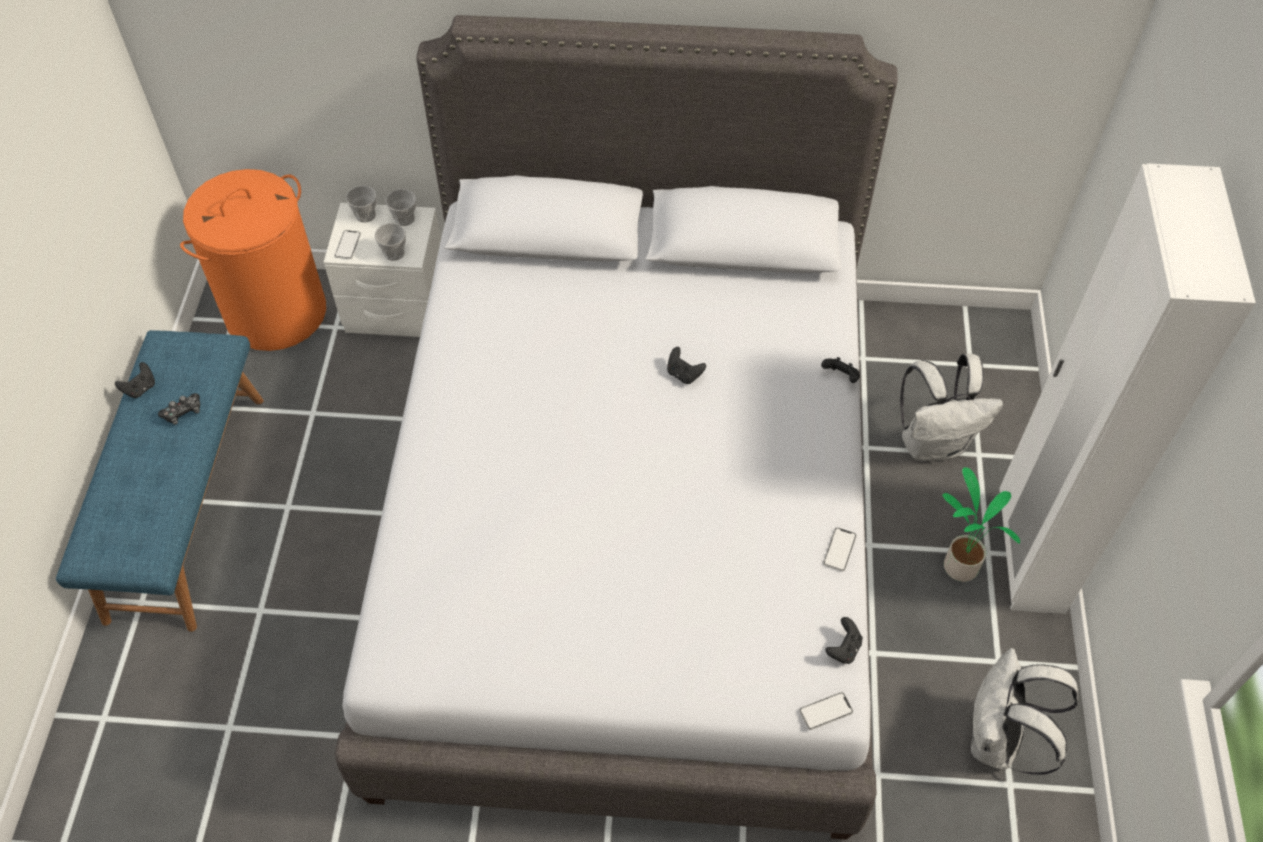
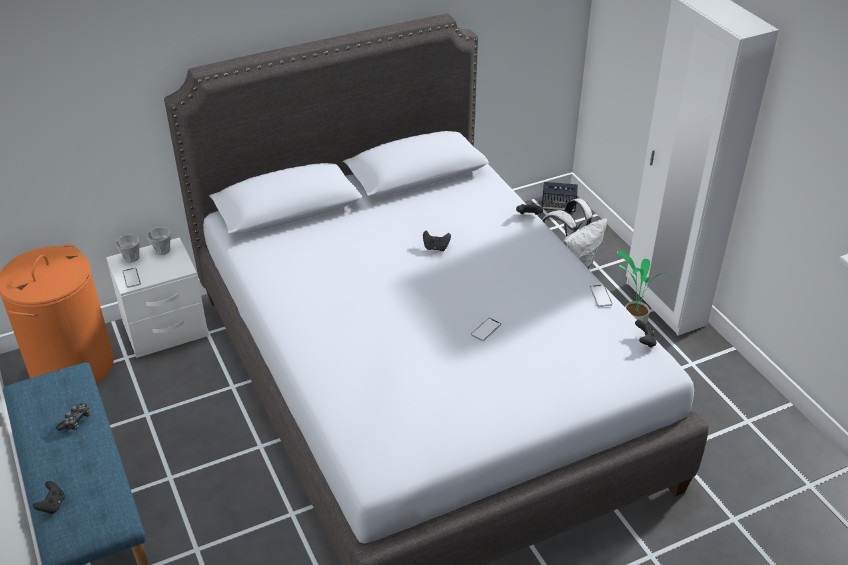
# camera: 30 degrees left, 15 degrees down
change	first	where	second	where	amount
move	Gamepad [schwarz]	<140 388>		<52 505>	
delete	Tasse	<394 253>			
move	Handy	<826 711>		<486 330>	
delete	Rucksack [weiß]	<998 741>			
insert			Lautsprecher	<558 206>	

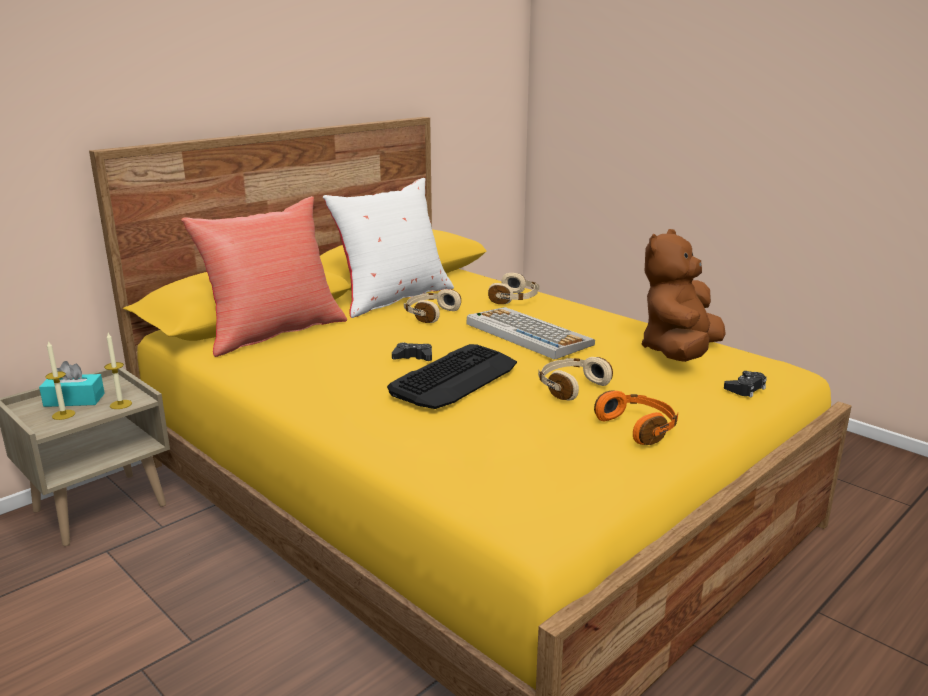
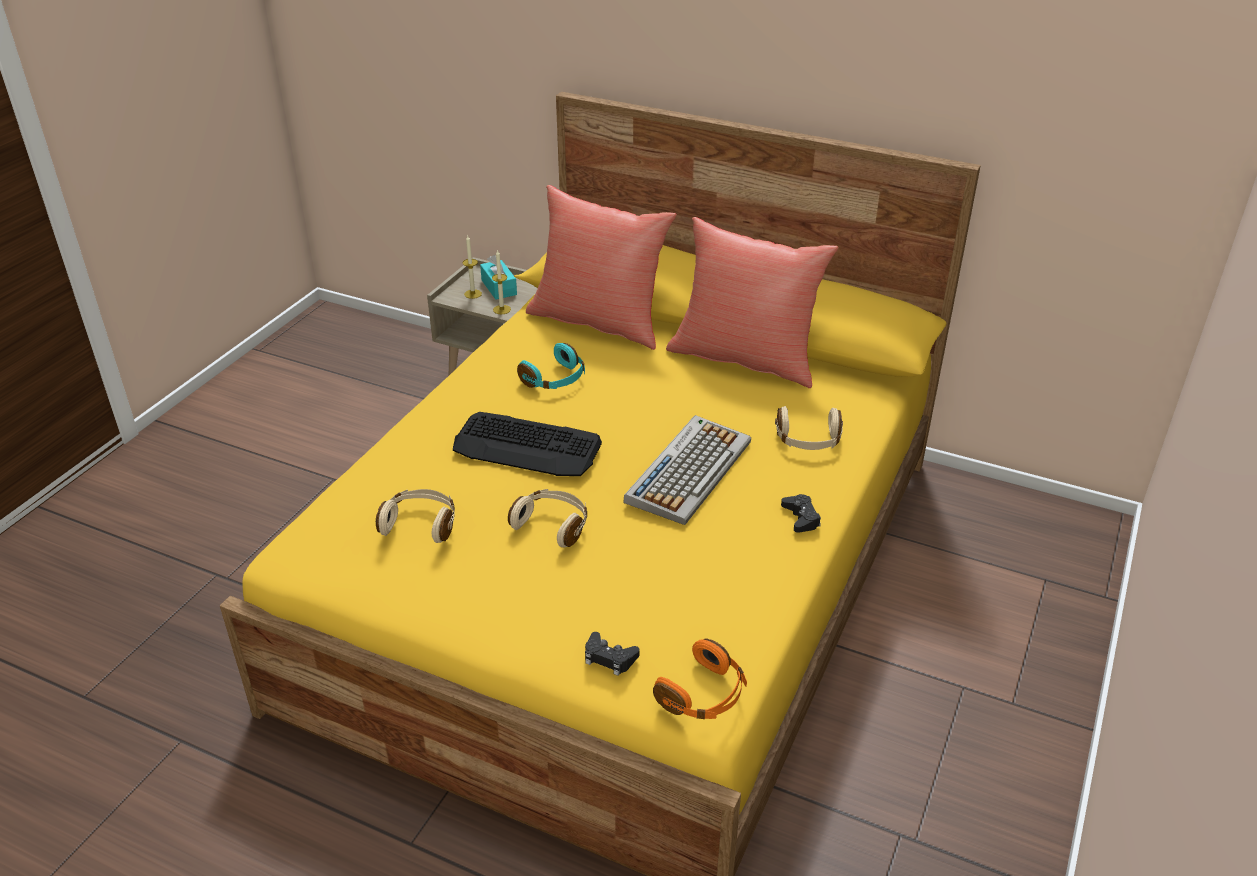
# camera: 70 degrees right, 15 degrees up
change	first	where	second	where	amount
recolor	Kissen [weiß]	<393 298>	Kissen [rot]	<745 358>	
move	Gamepad [schwarz]	<413 357>		<801 518>	
move	Kopfhörer [beige]	<430 314>		<420 524>	
move	Kopfhörer [orange]	<638 427>		<703 695>	
delete	Plüschtier [braun]	<679 353>			
insert			Kopfhörer [türkis]	<555 380>	

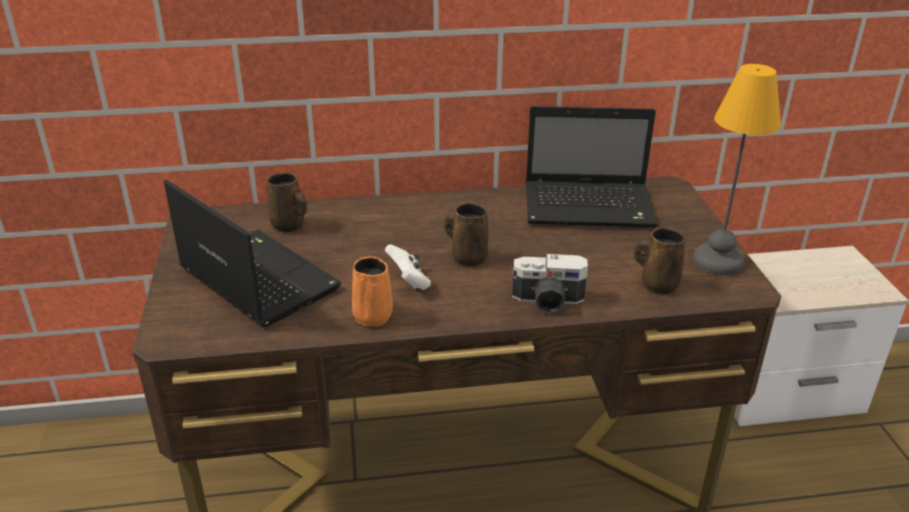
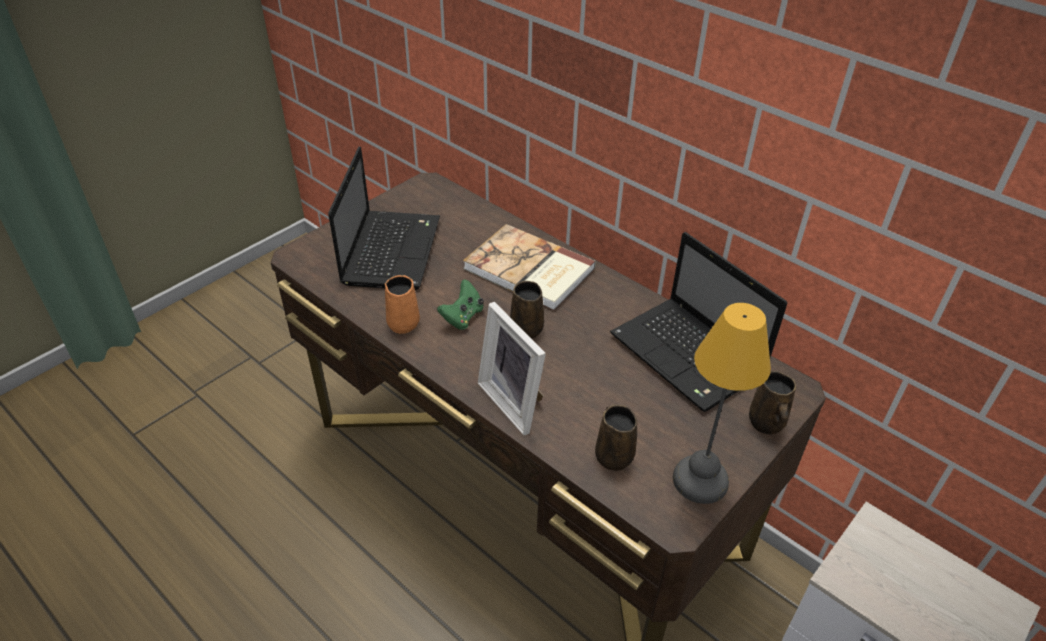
# camera: 50 degrees right, 10 degrees up
change	first	where	second	where	amount
move	Henkelbecher [braun]	<289 226>		<767 424>	
recolor	Gamepad [weiß]	<409 281>	Gamepad [grün]	<462 317>	
replace	Kamera	<548 301>	Bilderrahmen	<516 401>	
insert			Buch	<528 270>	

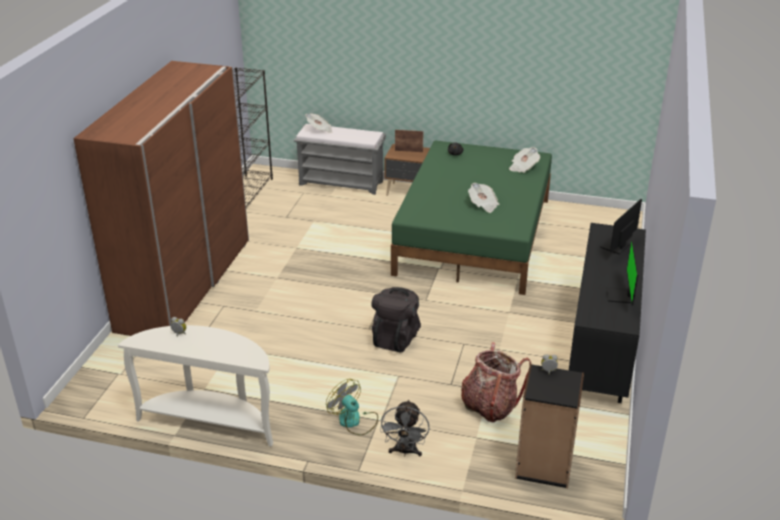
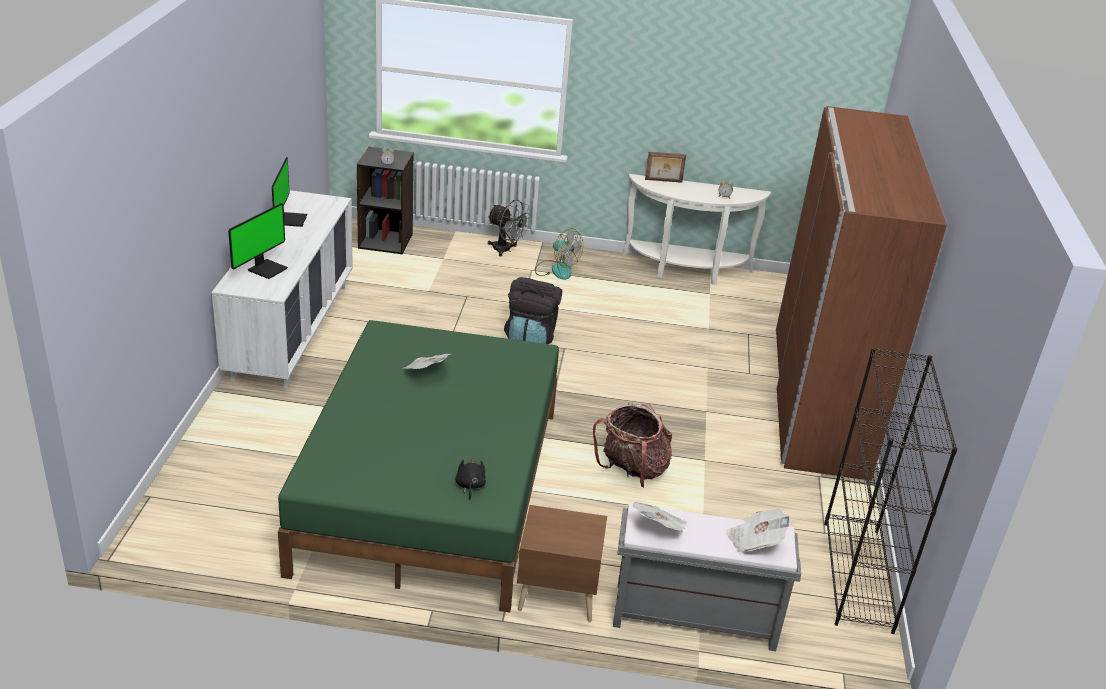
# camera: 170 degrees right, 0 degrees up
change	first	where	second	where	amount
rotate	Ventilator [grau]	<405 452>		<506 250>	120 degrees clockwise
move	Bilderrahmen	<409 151>		<663 181>	
move	Rucksack	<490 406>		<632 470>	
move	Zeitung	<523 167>		<660 528>	
recolor	Kommode [schwarz]	<601 346>	Kommode [weiß]	<292 330>	

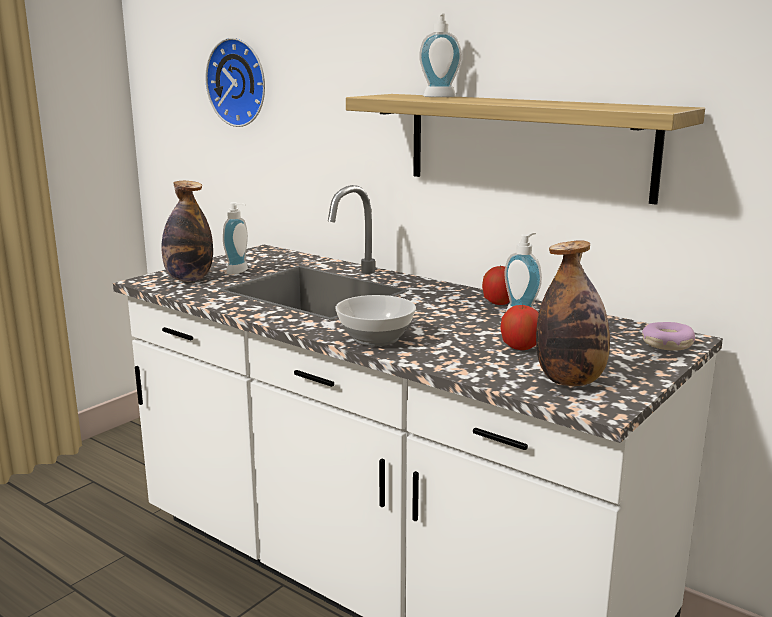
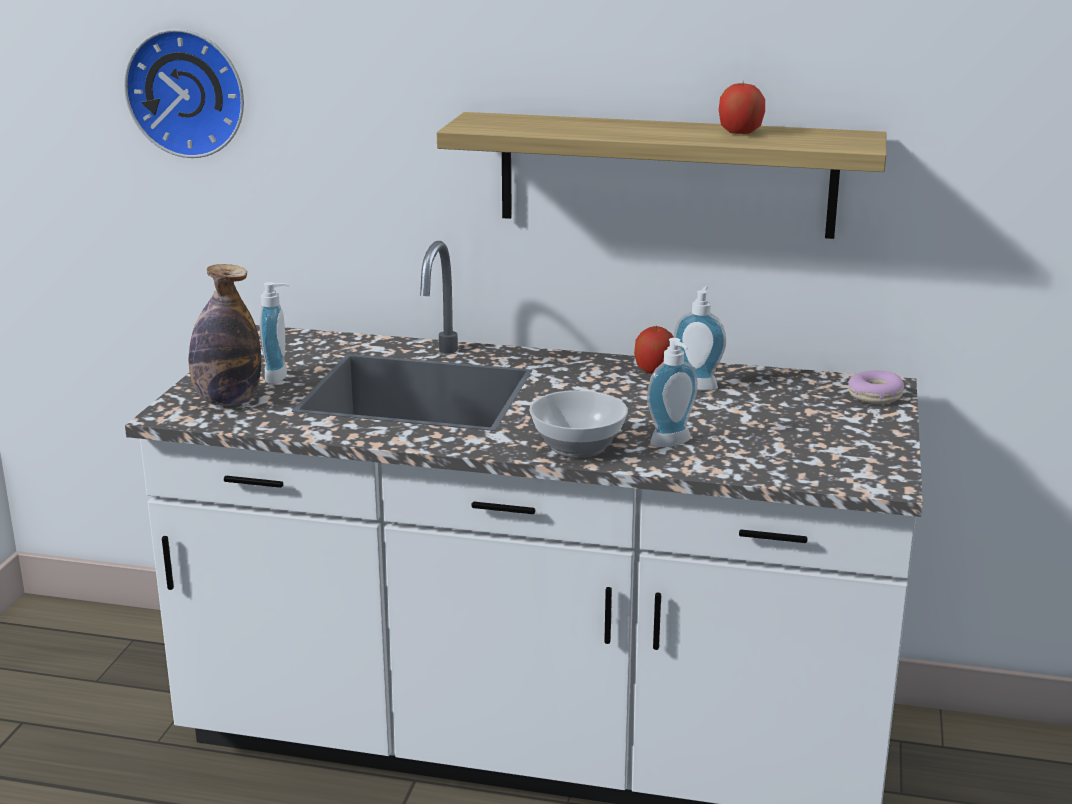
# camera: 25 degrees left, 5 degrees up
change	first	where	second	where	amount
move	Seifenspender	<440 97>		<673 443>	
move	Apfel	<520 347>		<740 133>	
delete	Flasche	<570 381>			

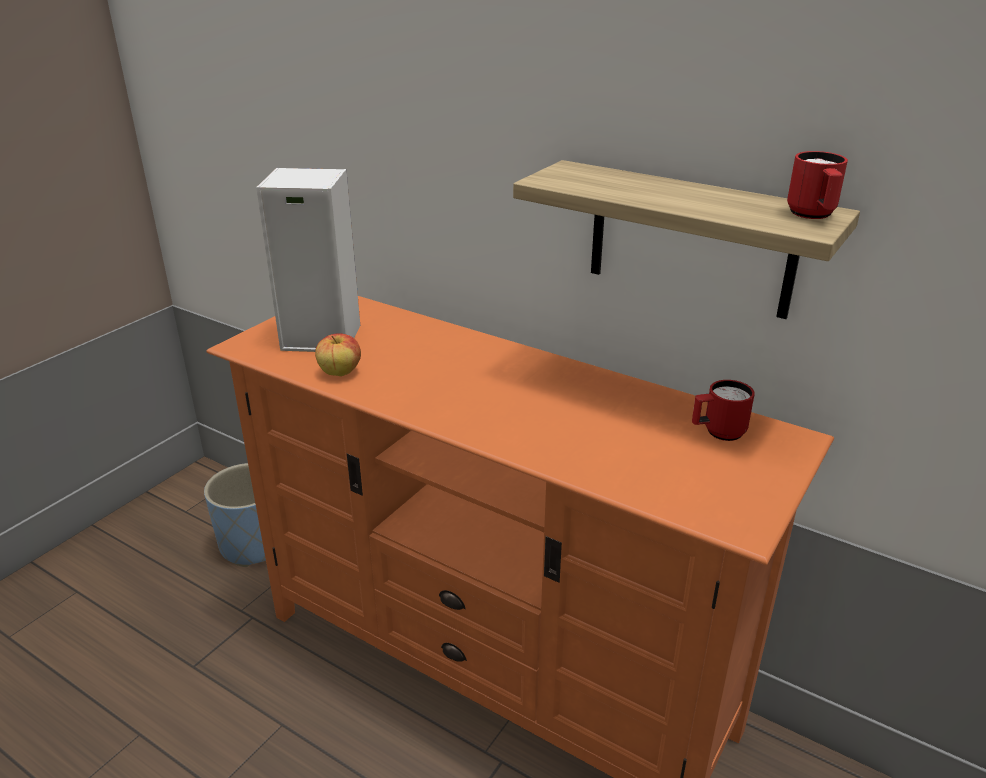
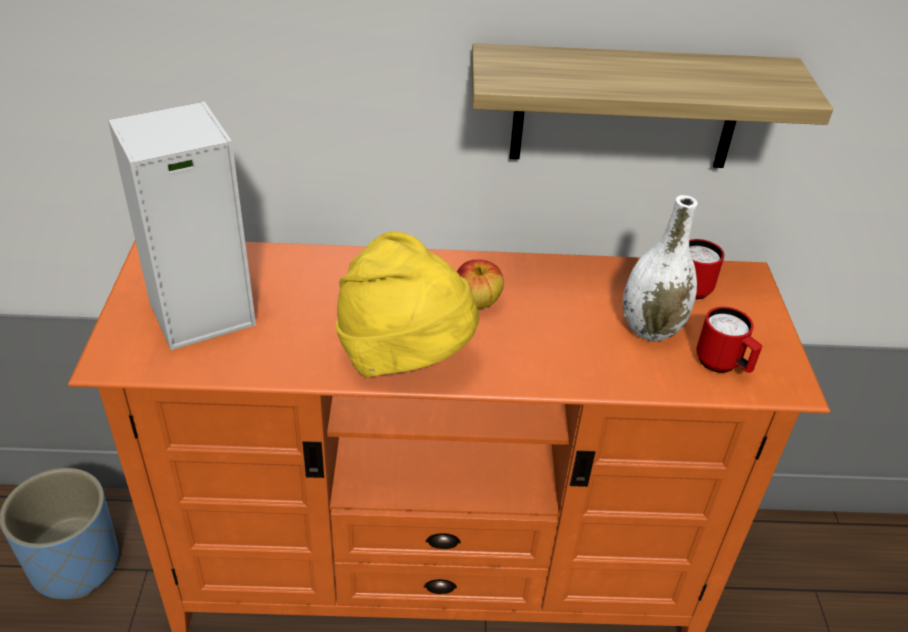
# camera: 35 degrees left, 10 degrees up
change	first	where	second	where	amount
move	Apfel	<340 372>		<476 302>	
move	Henkelbecher [rot]	<813 216>		<723 365>	
insert			Hut [gelb]	<405 357>	
insert			Vase [weiß]	<650 328>	

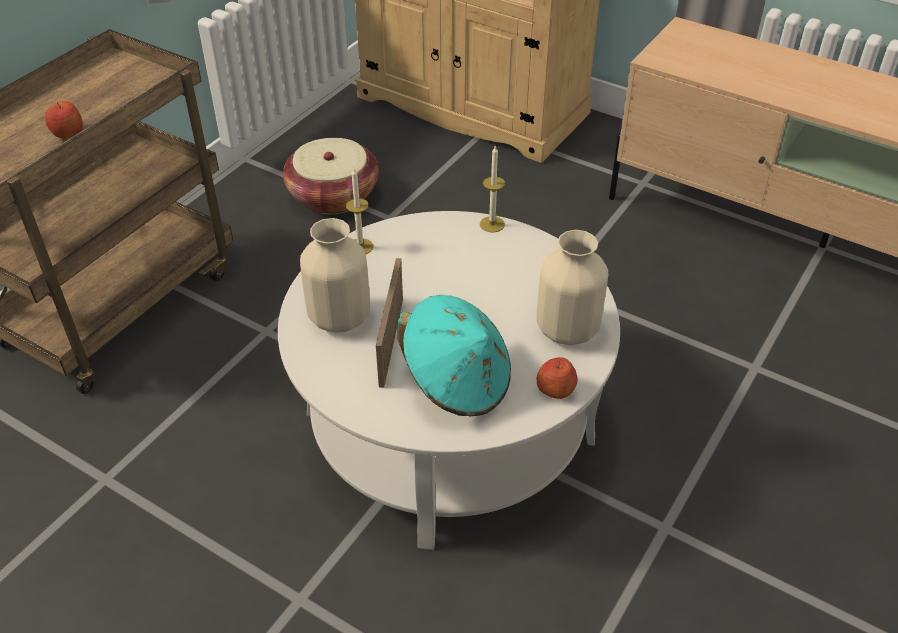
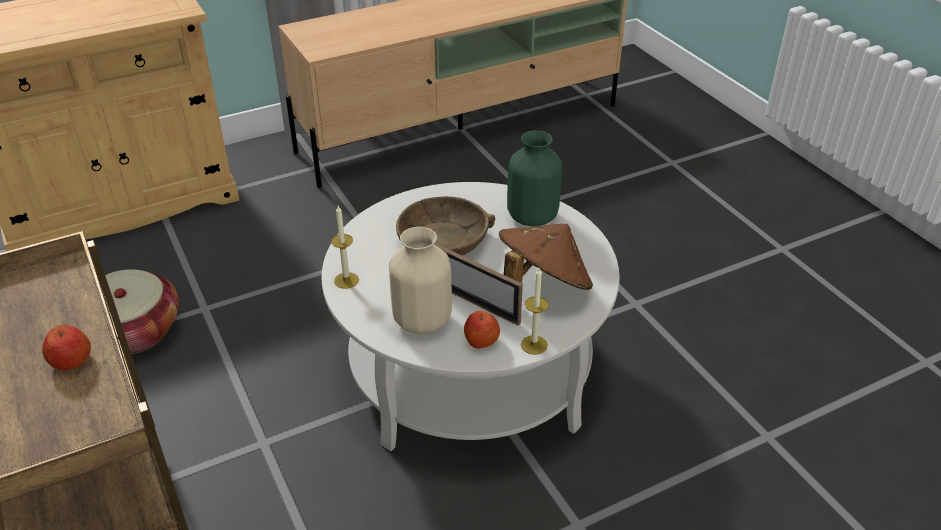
# camera: 60 degrees left, 5 degrees down
change	first	where	second	where	amount
recolor	Hut [türkis]	<457 381>	Hut [braun]	<543 285>	
move	Kerze	<492 224>		<534 345>	
recolor	Vase [beige]	<566 329>	Vase [grün]	<532 217>	
move	Apfel	<556 389>		<481 340>	
insert			Schüssel [braun]	<443 240>	

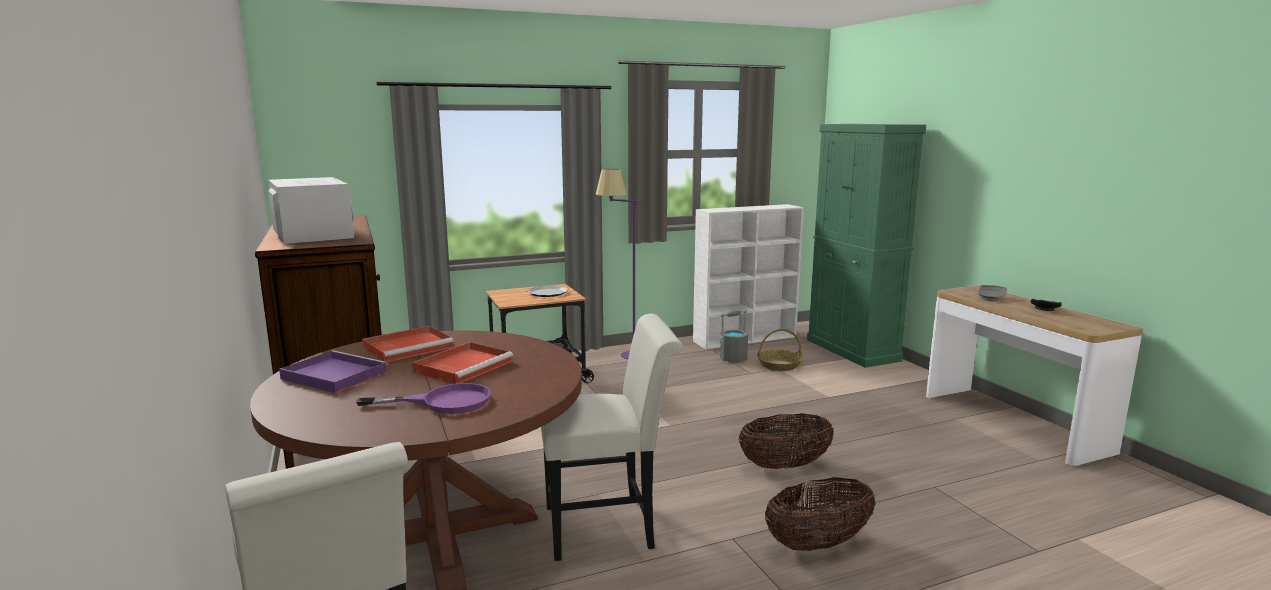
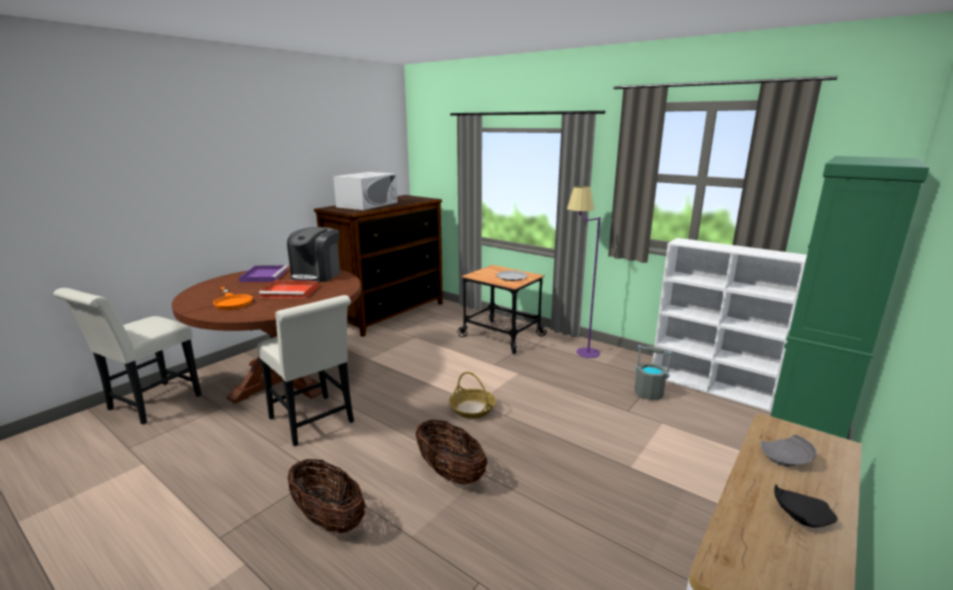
# camera: 60 degrees right, 5 degrees up
change	first	where	second	where	amount
recolor	Pfanne [lila]	<444 402>	Pfanne [orange]	<232 301>	
replace	Tablett [rot]	<409 347>	Kaffeemaschine	<316 275>	
move	Korb	<779 365>		<472 409>	

